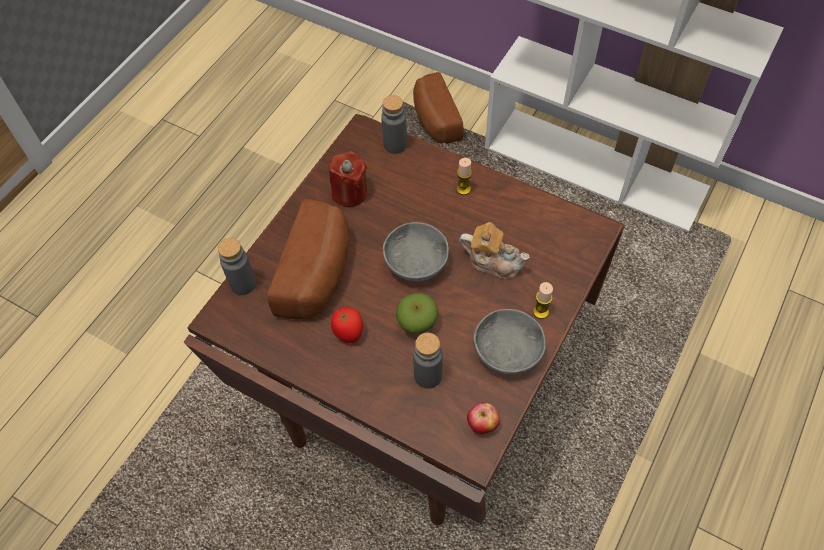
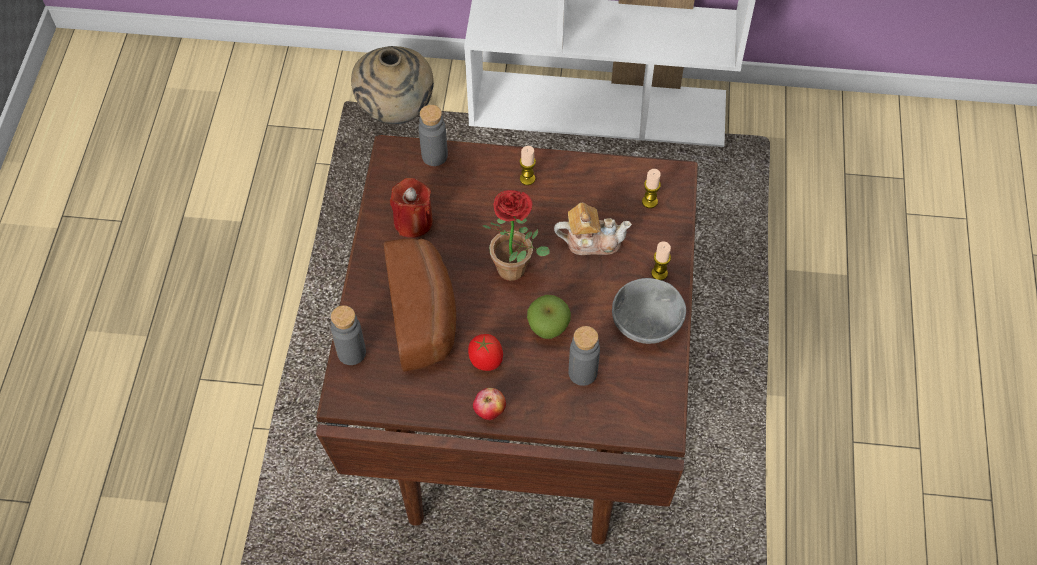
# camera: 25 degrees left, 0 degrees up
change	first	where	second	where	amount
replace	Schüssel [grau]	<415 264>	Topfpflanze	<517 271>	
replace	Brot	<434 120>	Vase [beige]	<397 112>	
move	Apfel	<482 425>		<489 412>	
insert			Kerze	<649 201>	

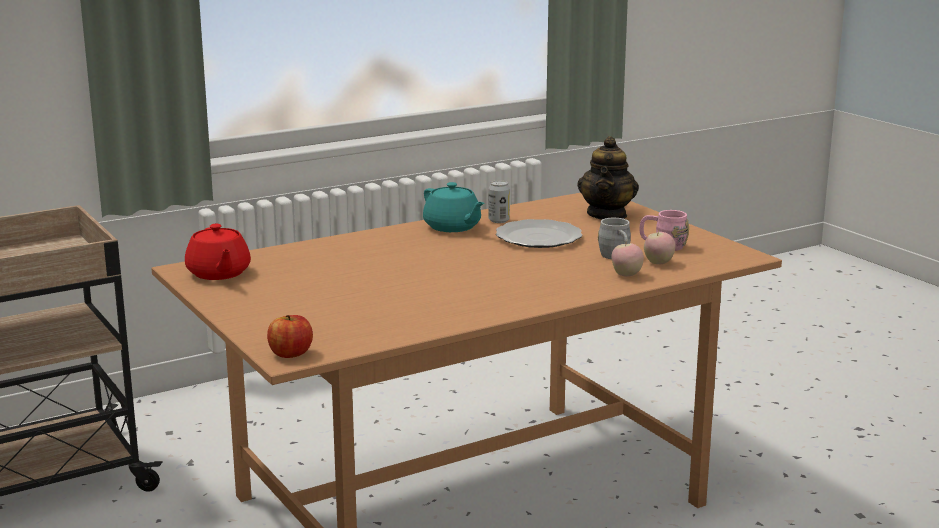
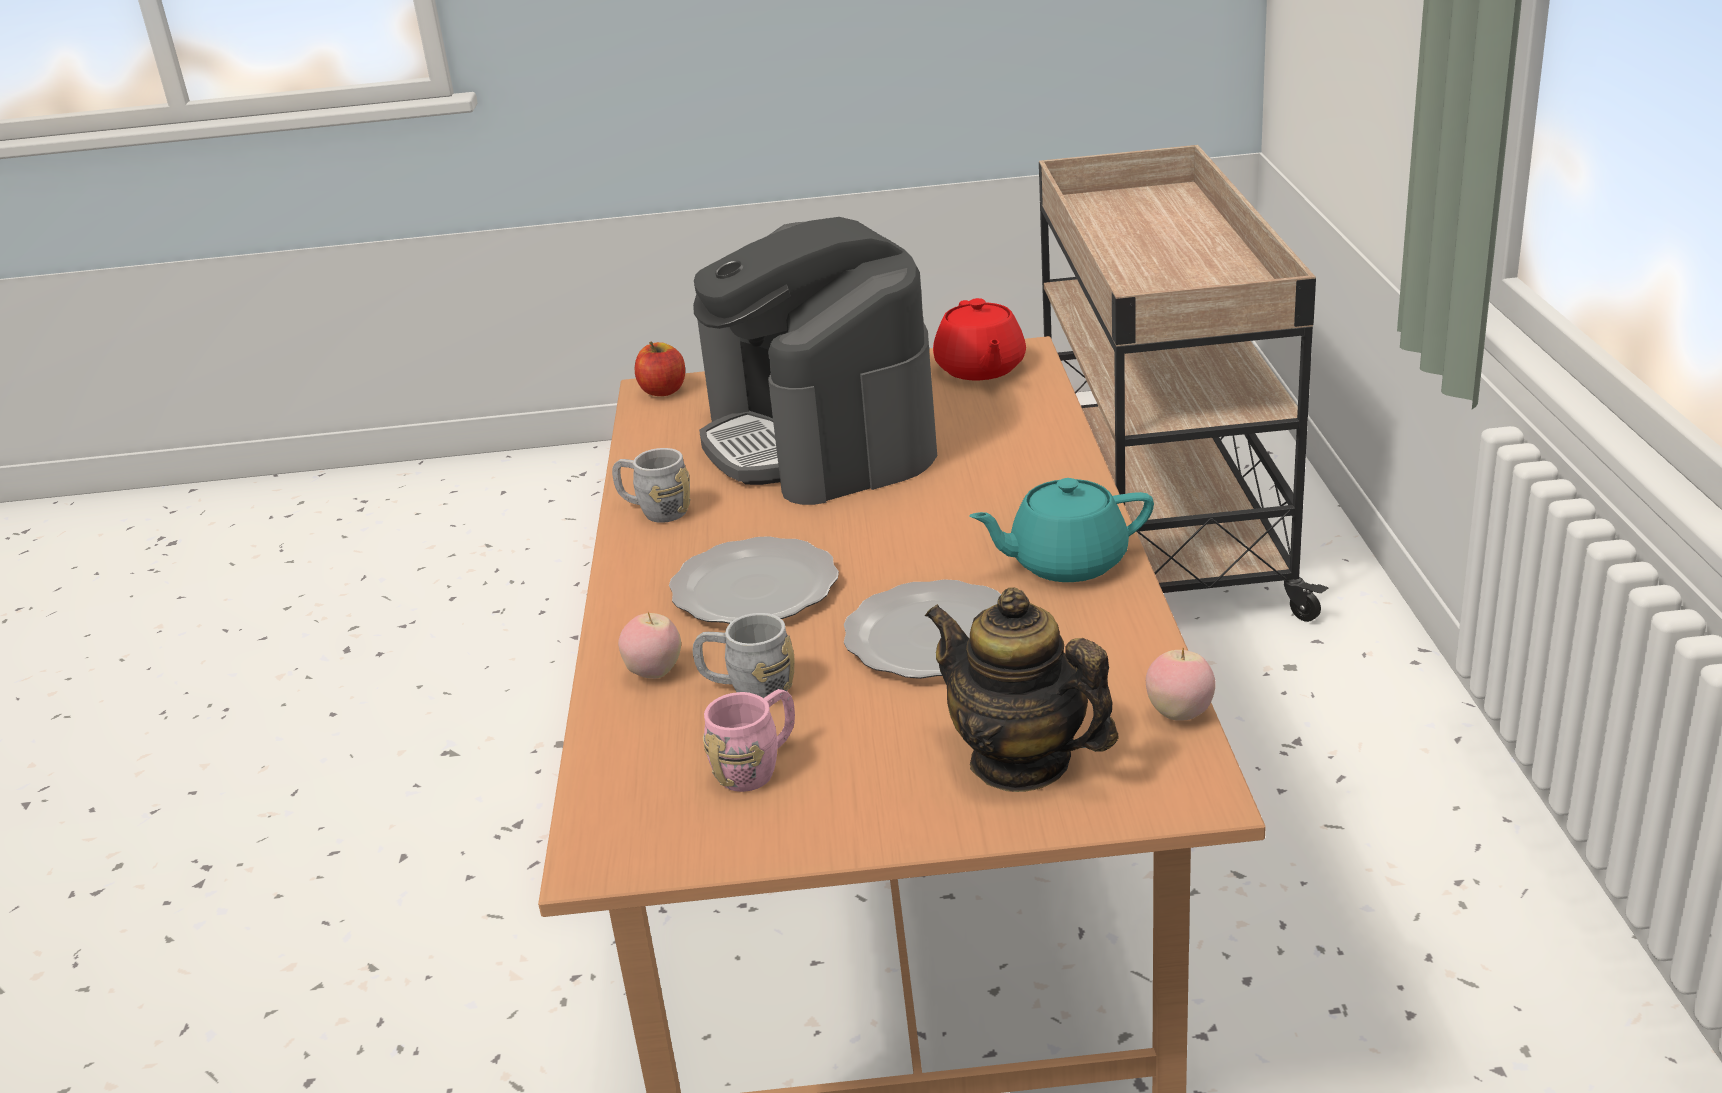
# camera: 120 degrees right, 10 degrees up
change	first	where	second	where	amount
rotate	Teekanne [rot]	<218 274>		<980 369>	105 degrees counterclockwise
delete	Dose	<499 220>			
move	Apfel	<658 263>		<1180 714>	
insert			Henkelbecher [grau]	<655 511>	
insert			Teller	<752 589>	
insert			Kaffeemaschine	<820 440>	

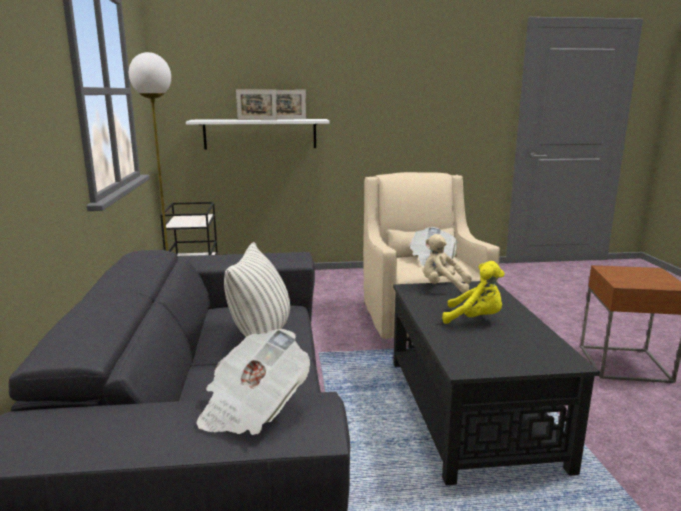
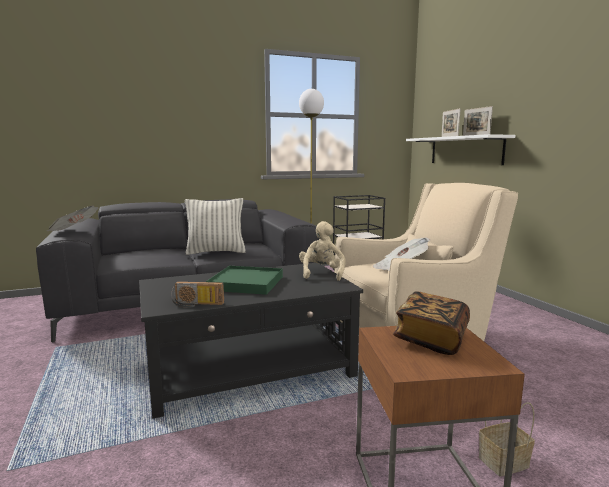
# camera: 75 degrees right, 5 degrees down
change	first	where	second	where	amount
replace	Plüschtier [gelb]	<475 319>	Tablett [grün]	<246 283>	
insert			Radio	<196 305>	
insert			Buch	<431 338>	
insert			Korb	<504 461>	

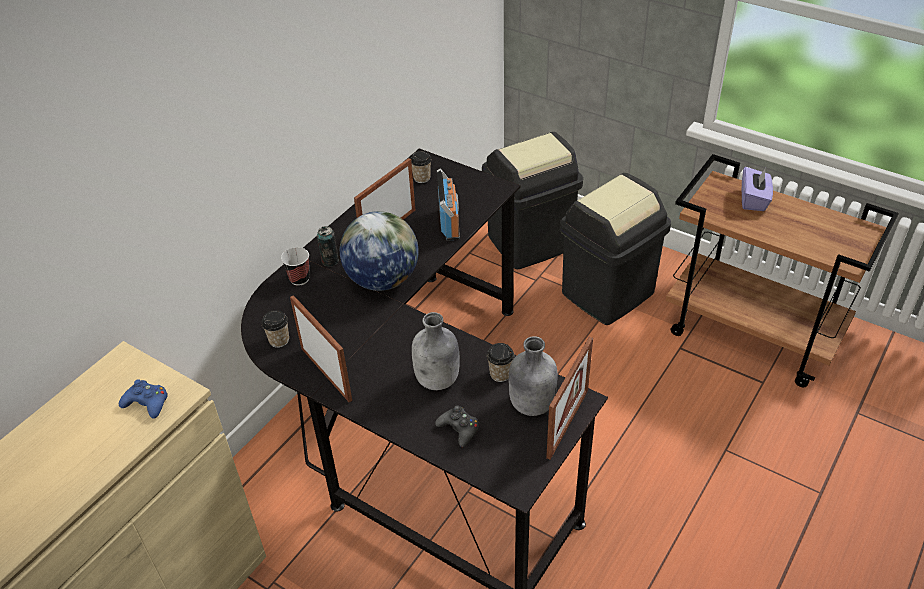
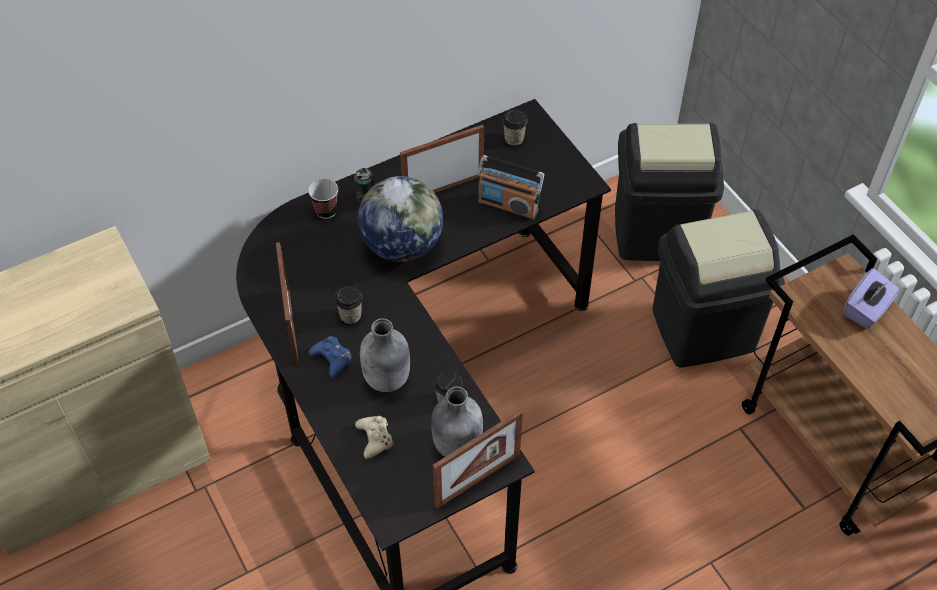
# camera: 25 degrees right, 10 degrees up
change	first	where	second	where	amount
move	Gamepad [blau]	<147 403>		<332 359>	
move	Tasse	<279 340>		<350 315>	
recolor	Gamepad [schwarz]	<459 429>	Gamepad [beige]	<375 439>	
rotate	Radio	<450 223>		<508 206>	90 degrees clockwise

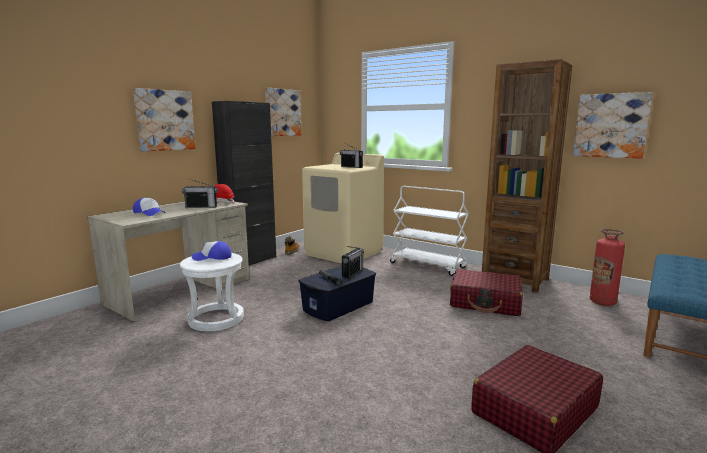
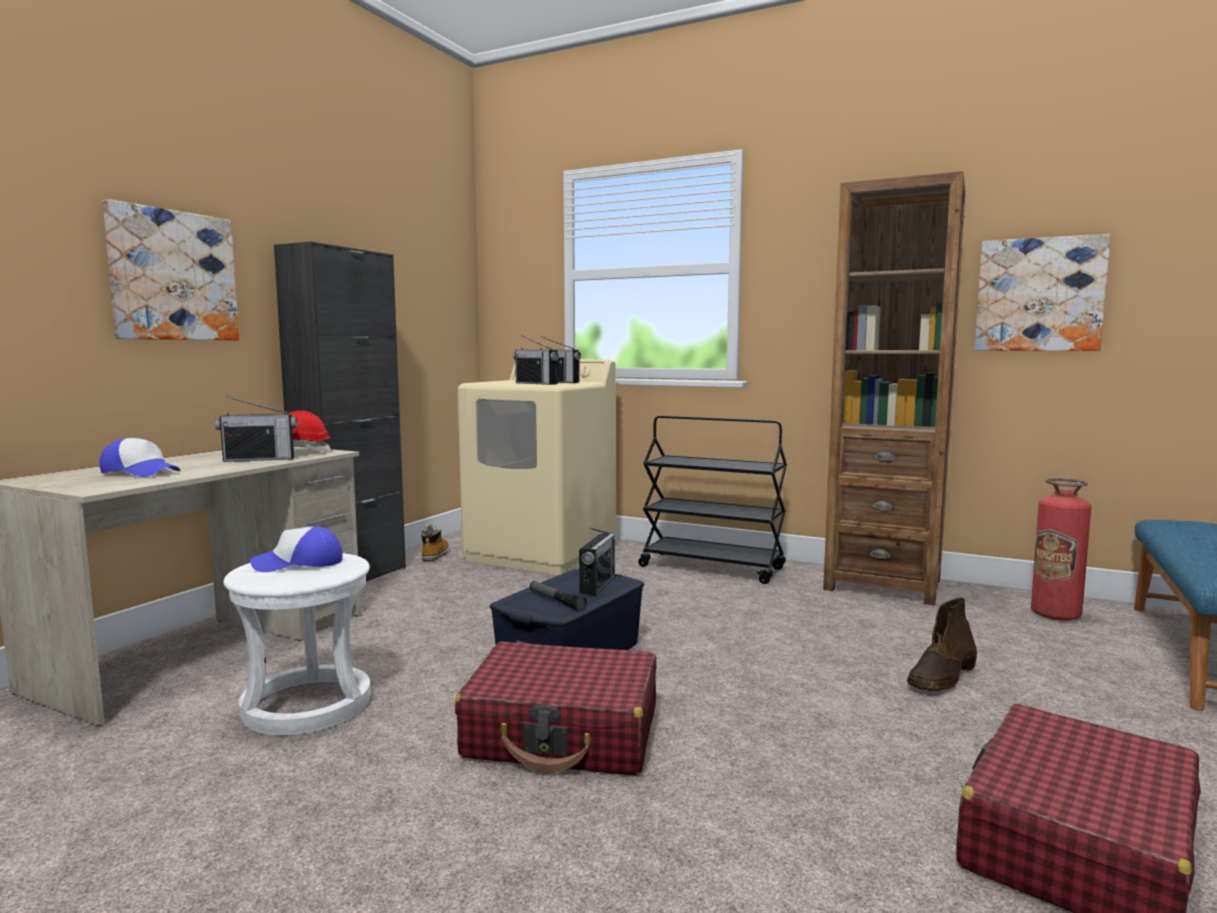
# camera: 10 degrees left, 5 degrees down
change	first	where	second	where	amount
delete	Bild	<282 112>			
recolor	Rollwagen [weiß]	<428 265>	Rollwagen [schwarz]	<712 568>	
move	Koffer [rot]	<485 302>		<563 733>	
insert			Radio	<536 383>	
insert			Stiefel [braun]	<942 677>	

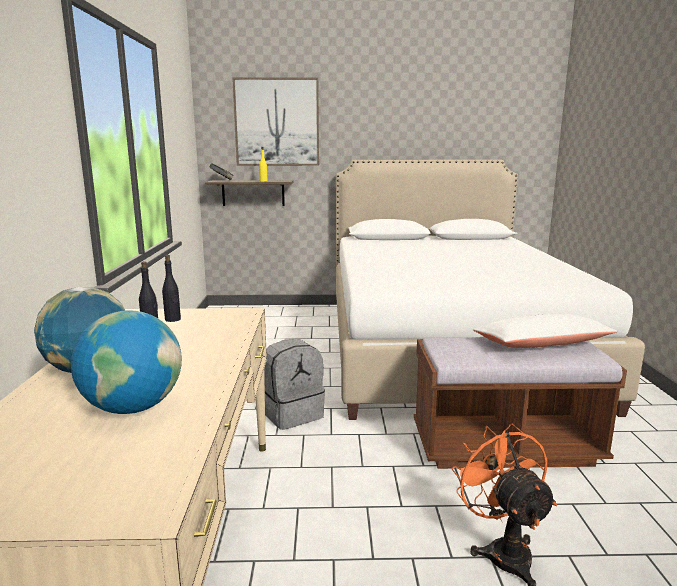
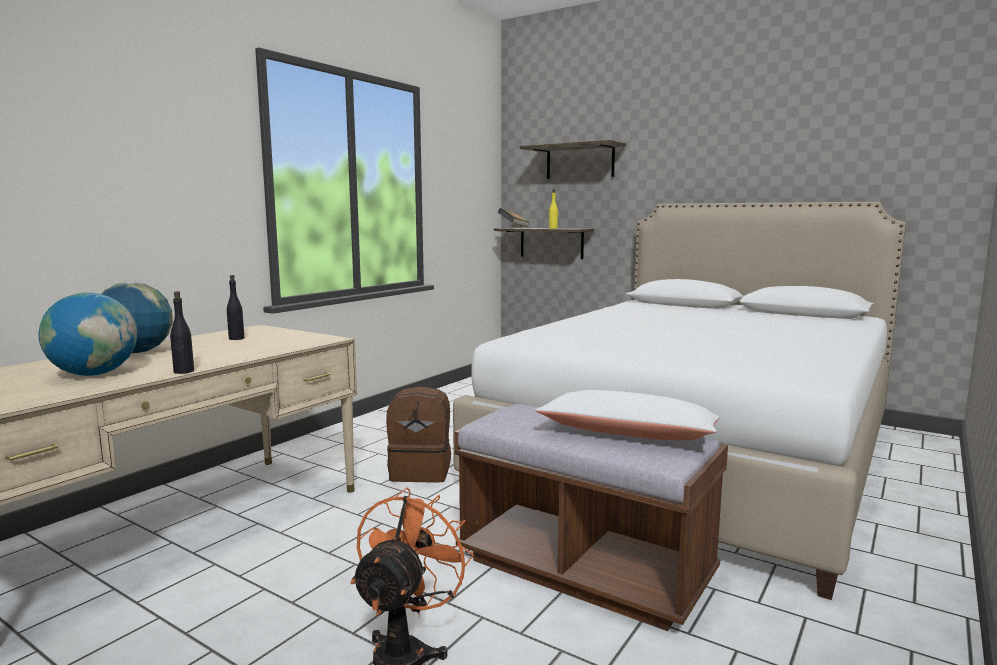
# camera: 35 degrees right, 5 degrees down
change	first	where	second	where	amount
move	Flasche [schwarz]	<173 319>		<183 371>	
replace	Bild	<277 122>	Wandregal	<580 162>	
recolor	Rucksack [grau]	<292 414>	Rucksack [braun]	<421 472>	

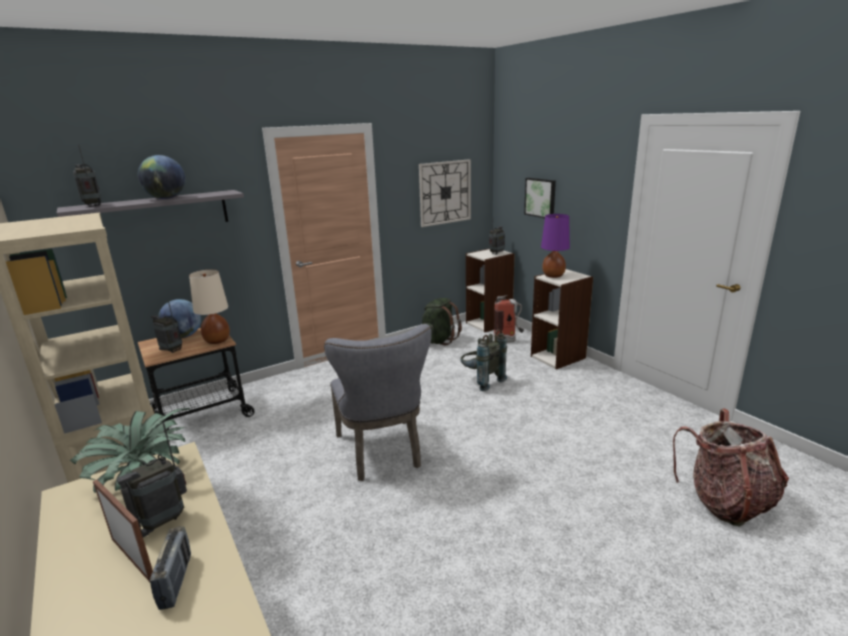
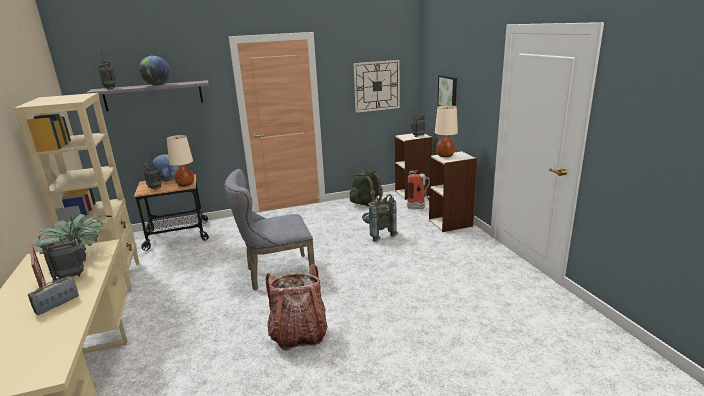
# camera: 15 degrees right, 0 degrees up
change	first	where	second	where	amount
rotate	Radio	<176 581>		<57 304>	150 degrees counterclockwise
rotate	Stuhl [grau]	<382 453>		<276 274>	75 degrees clockwise
recolor	Tischlampe [lila]	<553 276>	Tischlampe [beige]	<445 156>	
move	Rucksack	<725 501>		<299 334>	

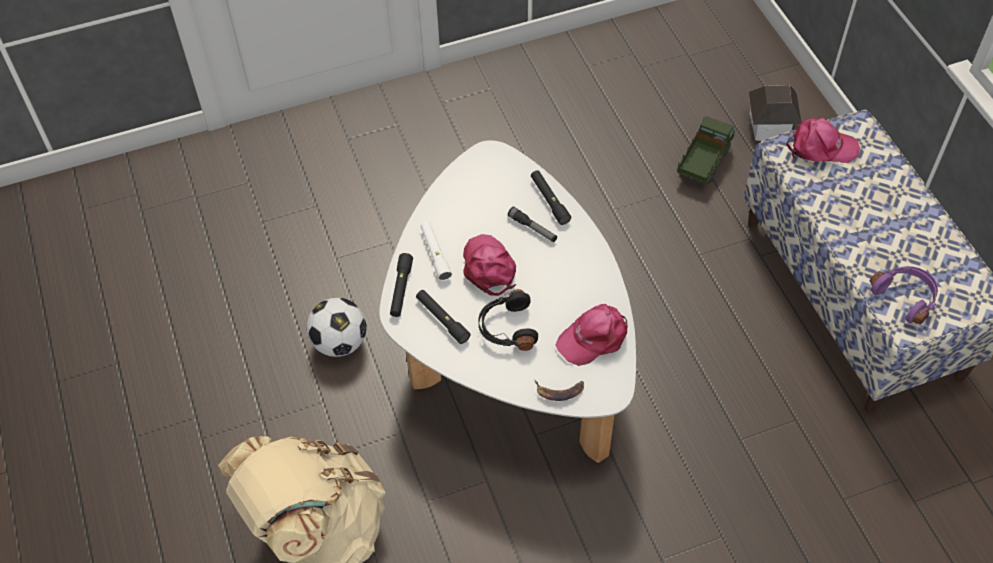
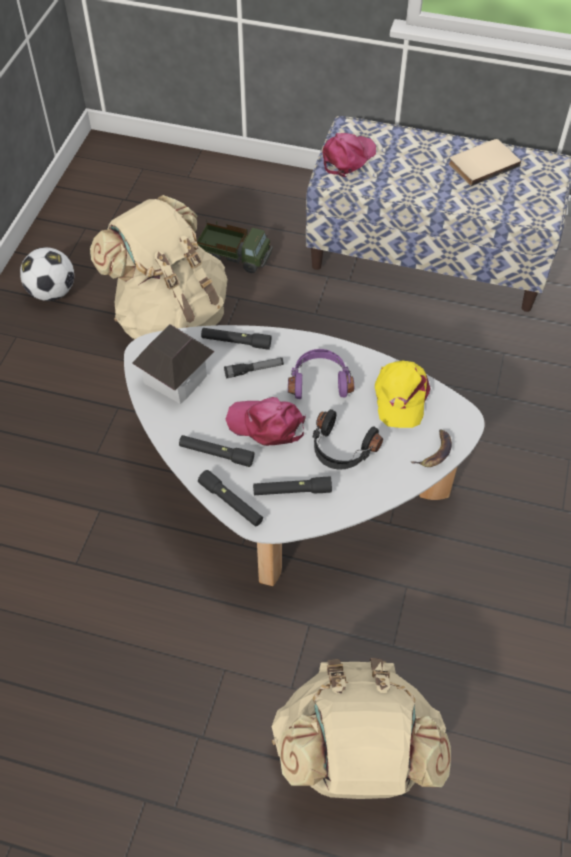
# camera: 55 degrees left, 0 degrees up
change	first	where	second	where	amount
move	Fußball	<340 343>		<52 292>	
recolor	Taschenlampe [weiß]	<435 254>	Taschenlampe [schwarz]	<216 454>	
recolor	Kappe [rosa]	<594 337>	Kappe [gelb]	<400 397>	
rotate	Spielzeuglaster	<703 163>		<234 257>	135 degrees clockwise
move	Spielzeughaus	<770 126>		<176 378>	
move	Kopfhörer [lila]	<905 297>		<319 381>	
insert			Rucksack [beige]	<171 316>	
insert			Buch [beige]	<482 163>	

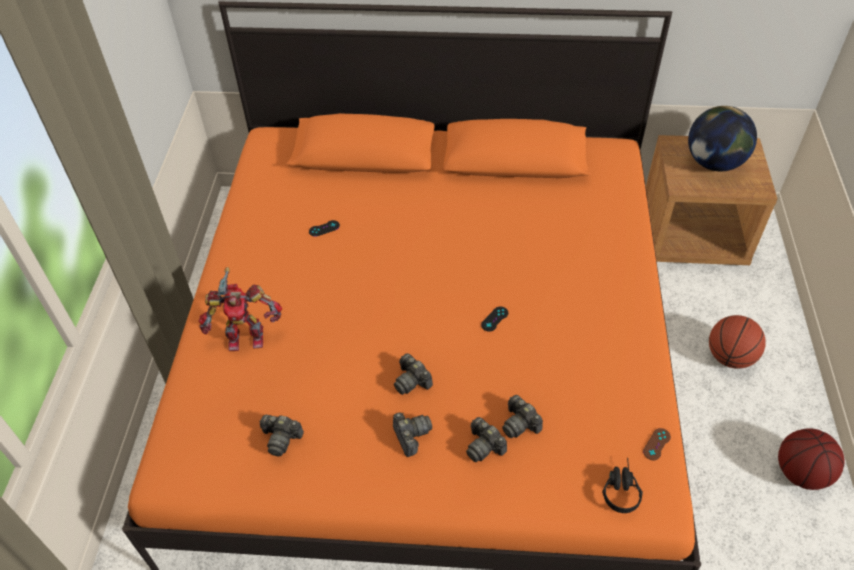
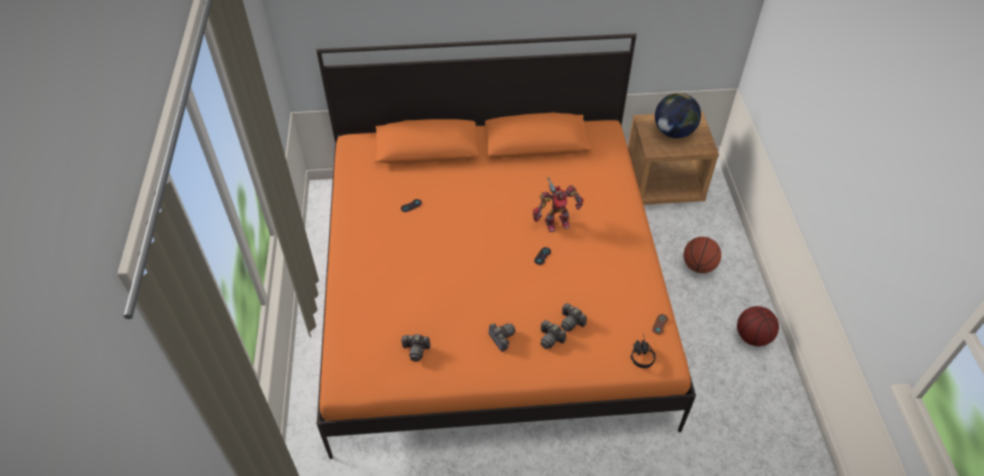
# camera: 10 degrees left, 0 degrees up
change	first	where	second	where	amount
move	Spielzeugroboter	<246 336>		<556 222>	
delete	Kamera	<412 381>			

